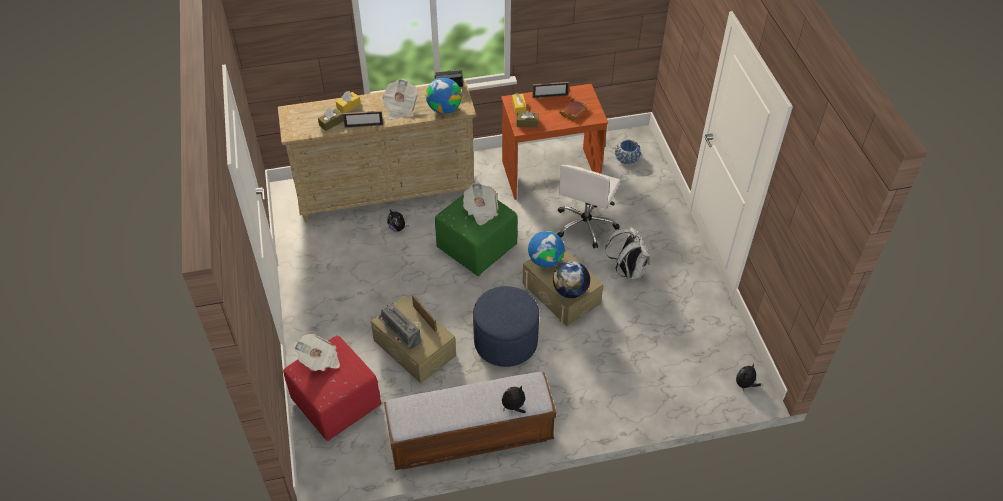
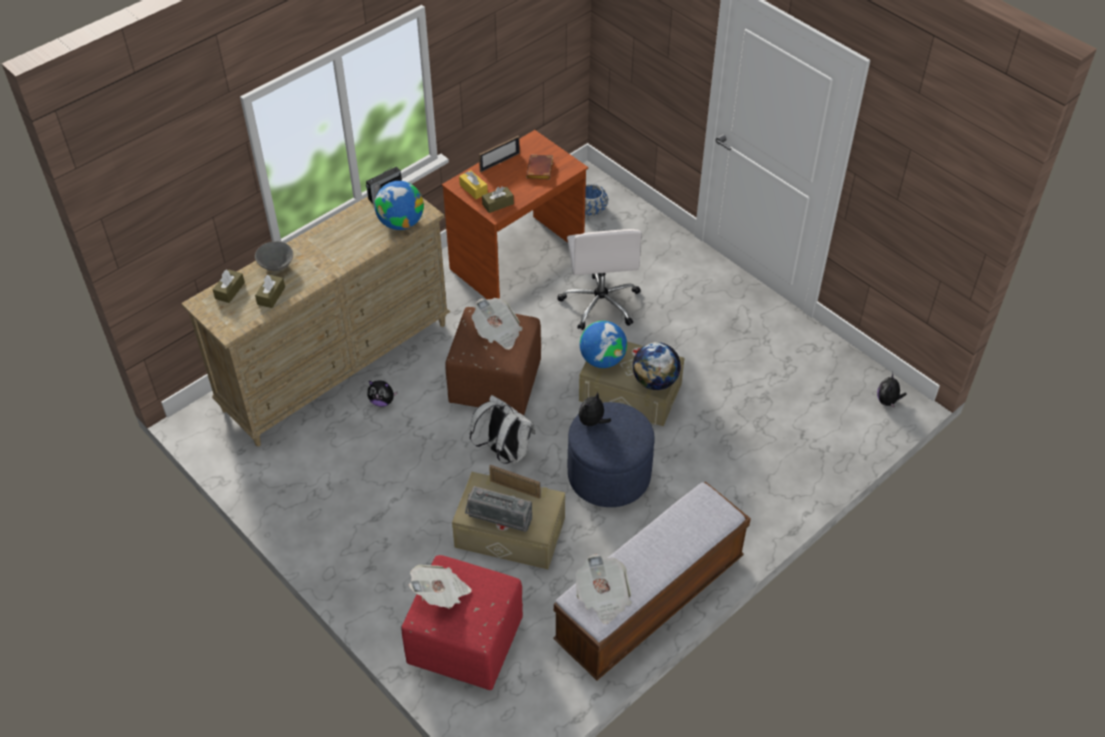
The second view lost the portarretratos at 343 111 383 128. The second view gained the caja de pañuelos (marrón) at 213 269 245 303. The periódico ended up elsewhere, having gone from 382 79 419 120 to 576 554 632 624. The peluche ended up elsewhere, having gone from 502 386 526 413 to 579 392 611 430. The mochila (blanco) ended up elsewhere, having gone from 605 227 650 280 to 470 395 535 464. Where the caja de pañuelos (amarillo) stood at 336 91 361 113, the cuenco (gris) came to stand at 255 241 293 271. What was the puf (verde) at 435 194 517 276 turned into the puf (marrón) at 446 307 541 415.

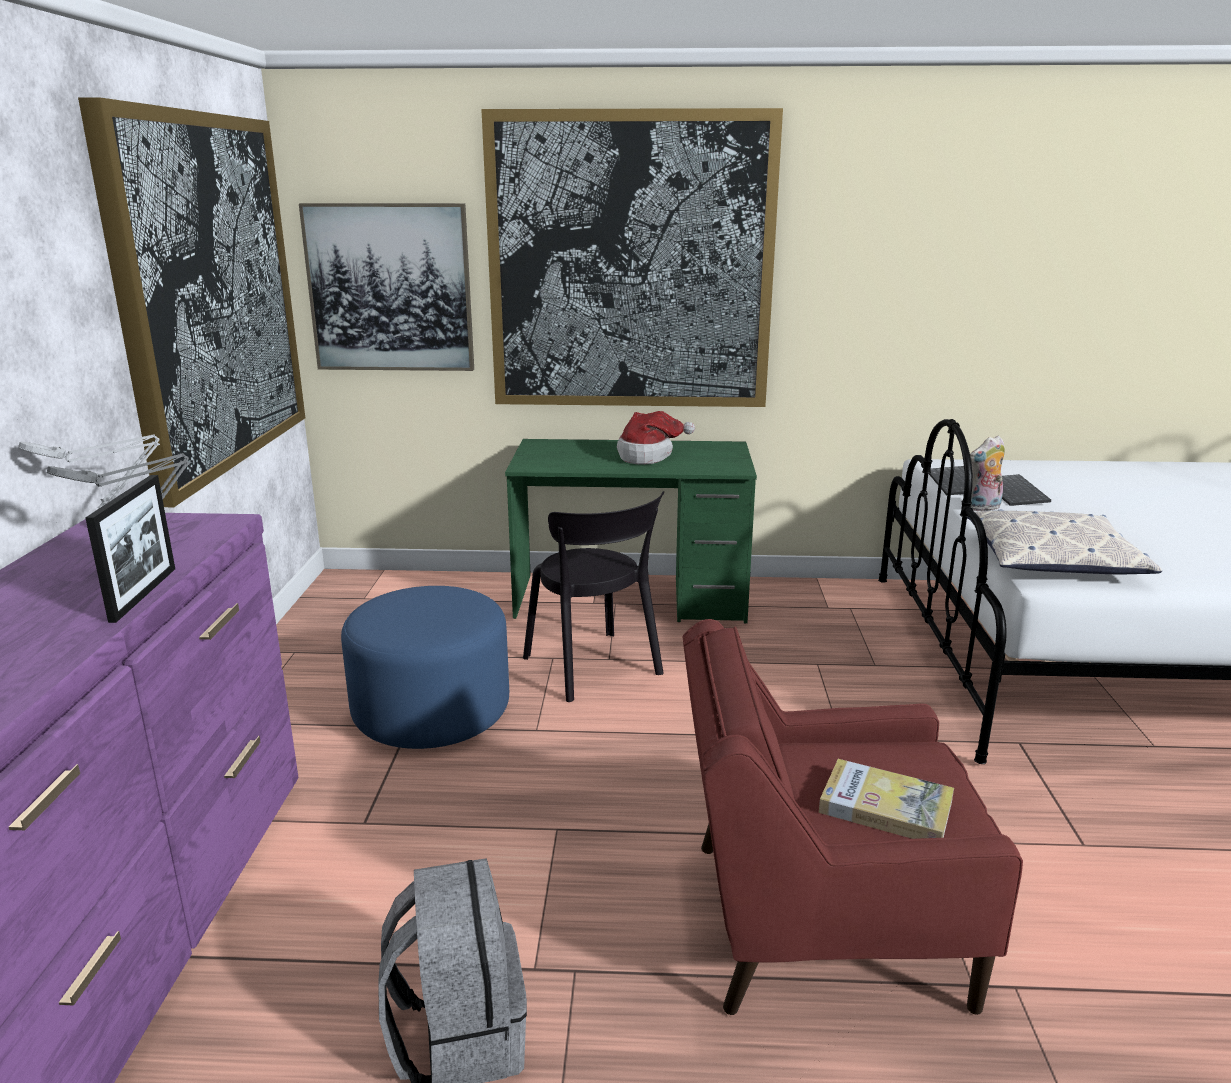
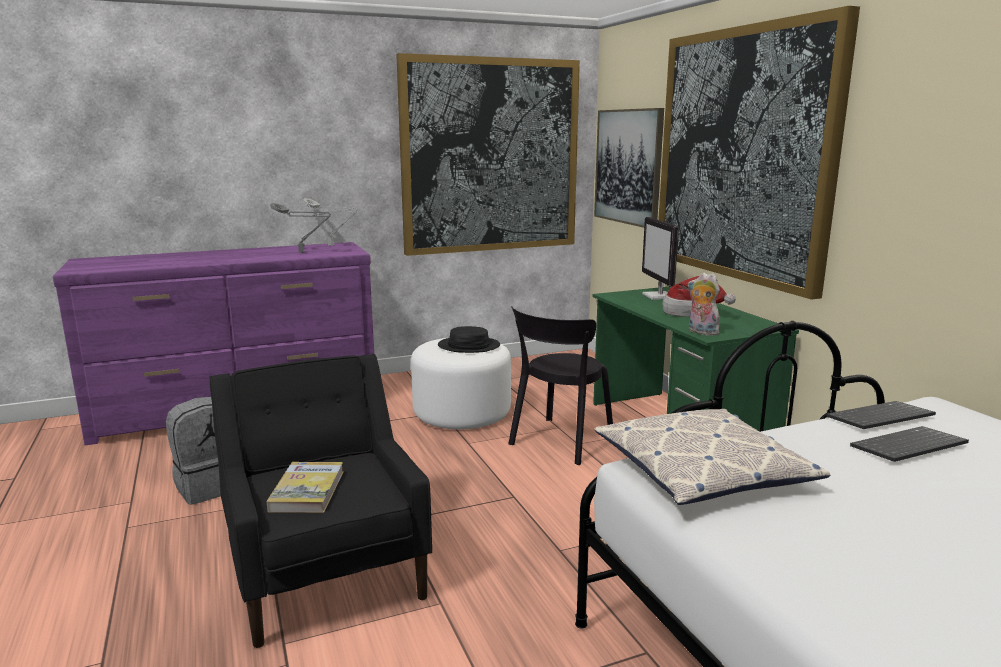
The second view lost the portarretratos at 85 475 175 623. The second view gained the sombrero (negro) at 438 326 500 353. The second view gained the monitor at 642 217 679 300. The peluche ended up elsewhere, having gone from 970 435 1005 511 to 688 273 721 336. What was the puf (azul) at 341 586 509 749 turned into the puf (blanco) at 411 338 511 429. What was the sillón (rojo) at 682 619 1023 1015 turned into the sillón (negro) at 209 354 432 648.

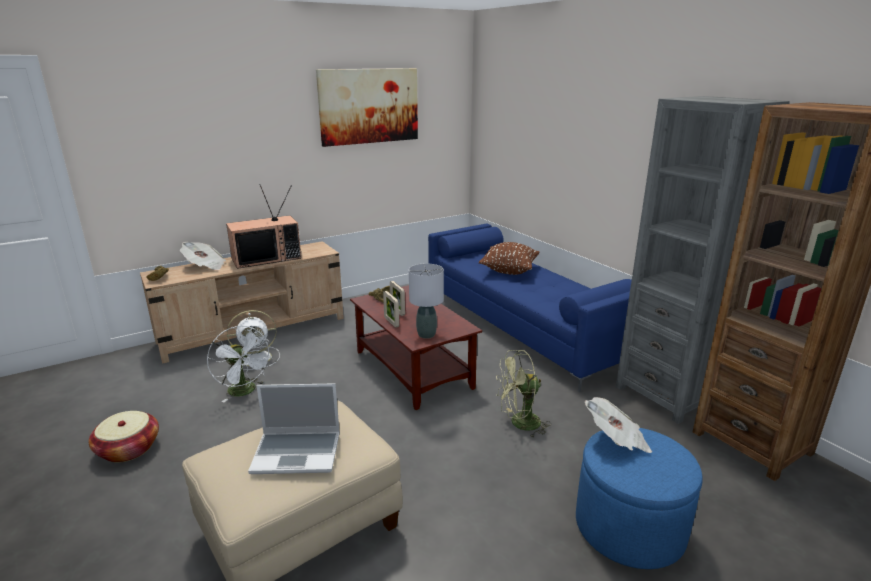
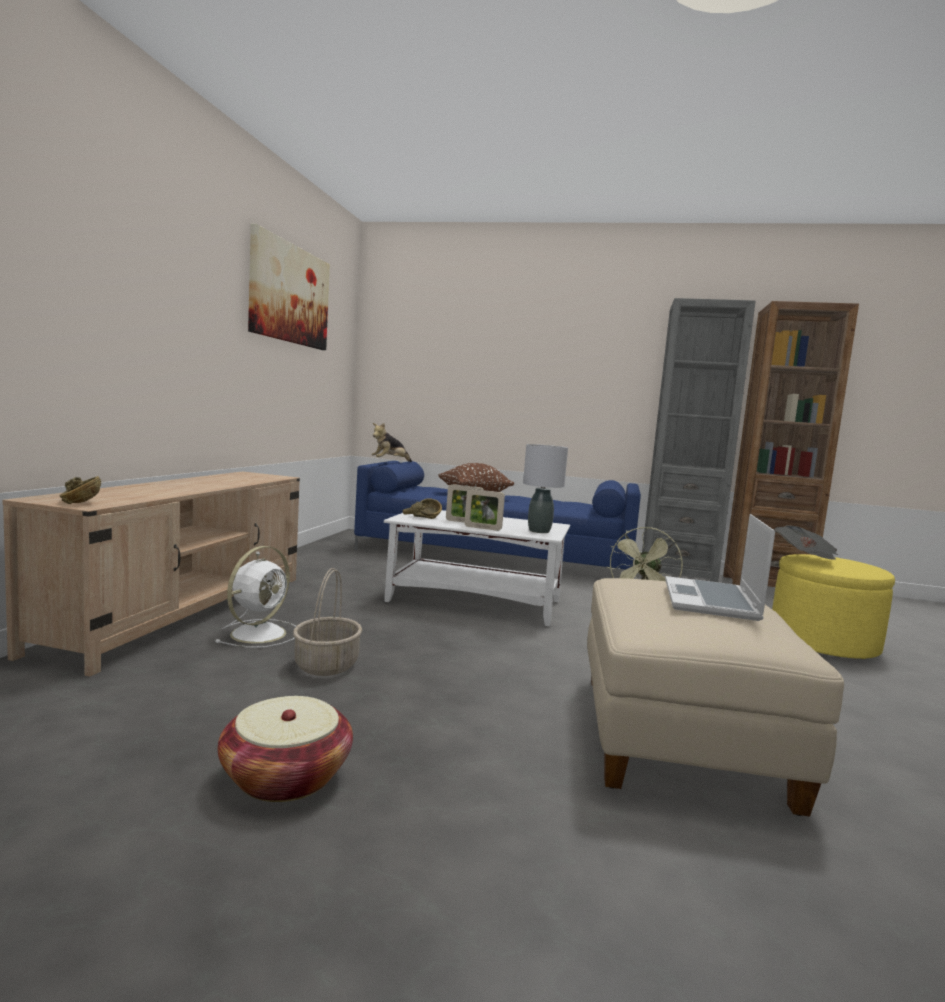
The second view lost the periódico at 180 242 226 270. The second view lost the televisor at 226 184 301 269. The second view gained the peluche at 371 423 412 462. Where the ventilador (blanco) stood at 207 326 273 402, the cesta came to stand at 293 568 362 676. What was the mesa de centro (marrón) at 350 285 482 410 turned into the mesa de centro (blanco) at 384 510 570 627. What was the puf (azul) at 576 428 703 569 turned into the puf (amarillo) at 772 554 895 659. The portátil at 248 383 340 474 ended up facing another way, 150 degrees clockwise from before.

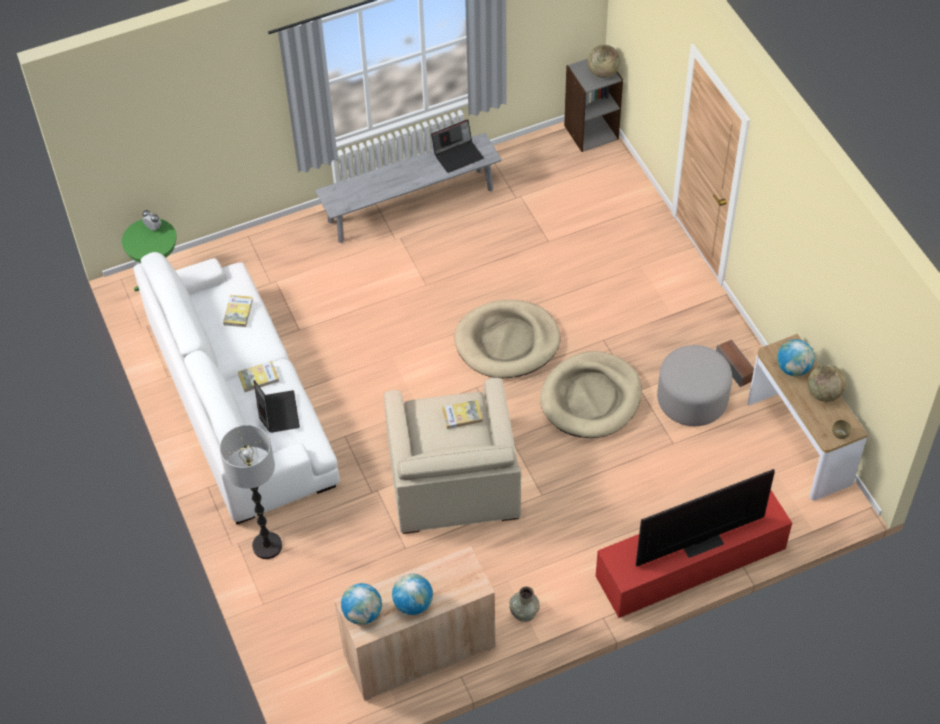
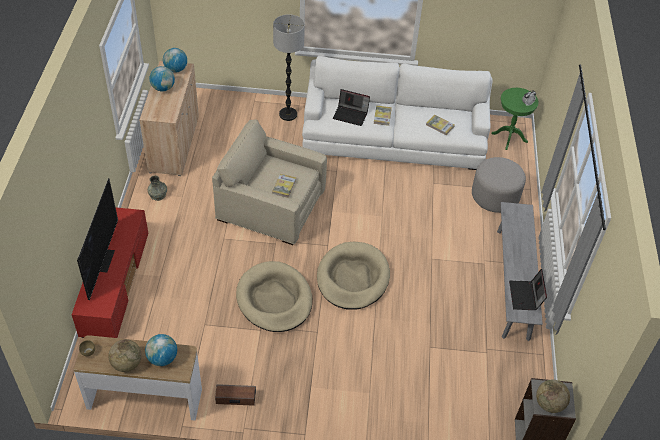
The puf (gris) ended up elsewhere, having gone from 657 345 732 426 to 472 157 526 213.

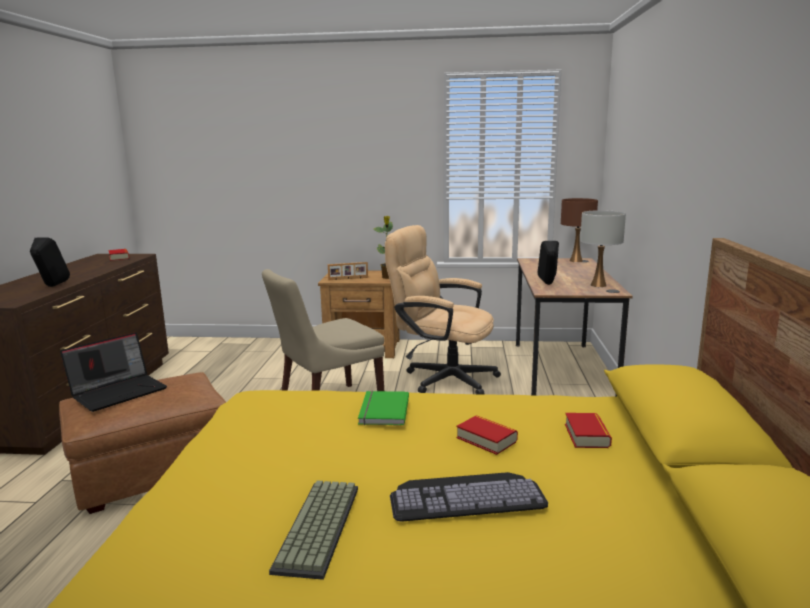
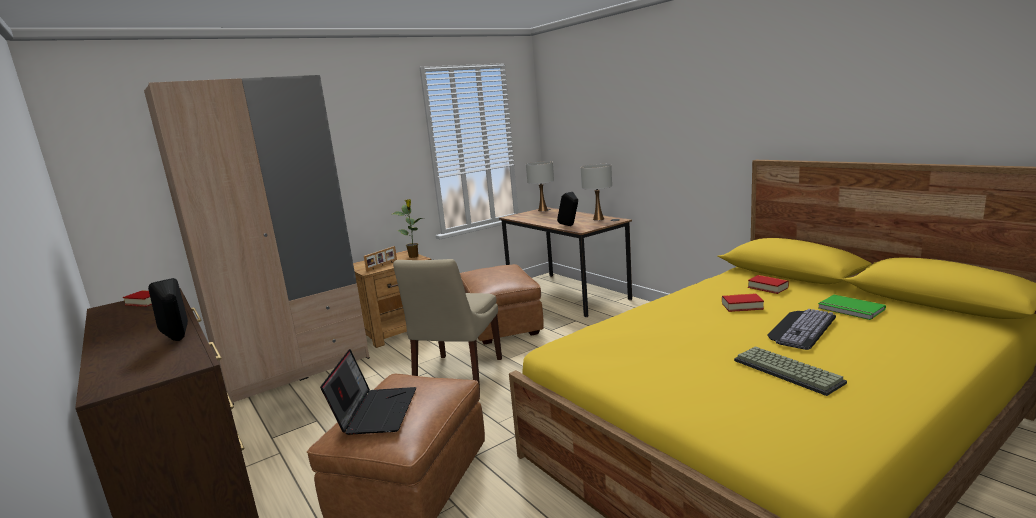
The second view gained the armario ropero (beis) at 144 75 370 405. The libro (verde) ended up elsewhere, having gone from 358 391 409 425 to 818 295 886 320. Where the silla de oficina (beis) stood at 385 225 501 394, the puf (marrón) came to stand at 460 264 544 345. What was the lámpara de mesa (marrón) at 561 198 598 262 turned into the lámpara de mesa (blanco) at 526 161 554 212.

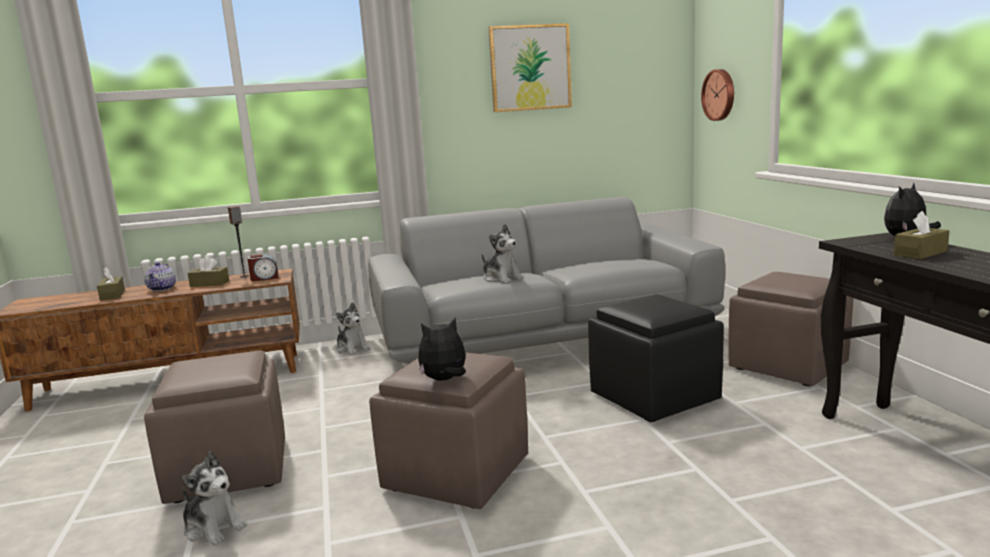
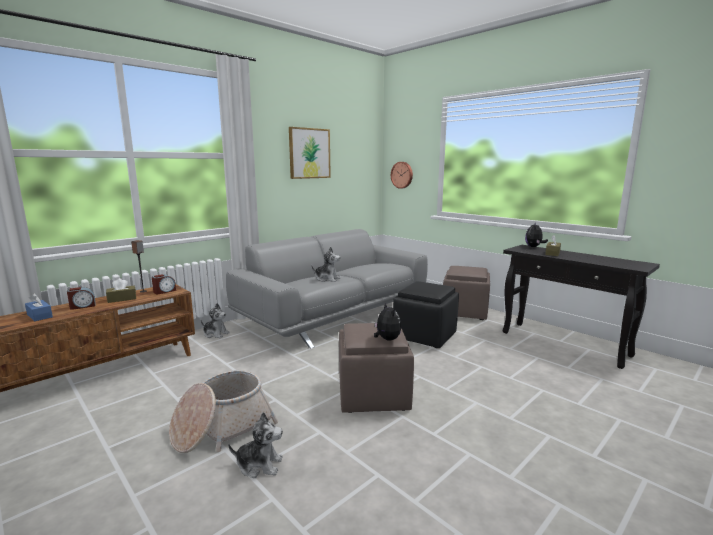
Where the puf (marrón) stood at 144 351 285 504, the cesta came to stand at 169 370 278 453. Where the tetera stood at 145 262 176 291, the despertador came to stand at 67 287 96 310. What was the caja de pañuelos (marrón) at 97 267 125 301 turned into the caja de pañuelos (azul) at 25 293 53 321. The peluche at 418 317 466 381 ended up facing another way, 120 degrees clockwise from before.

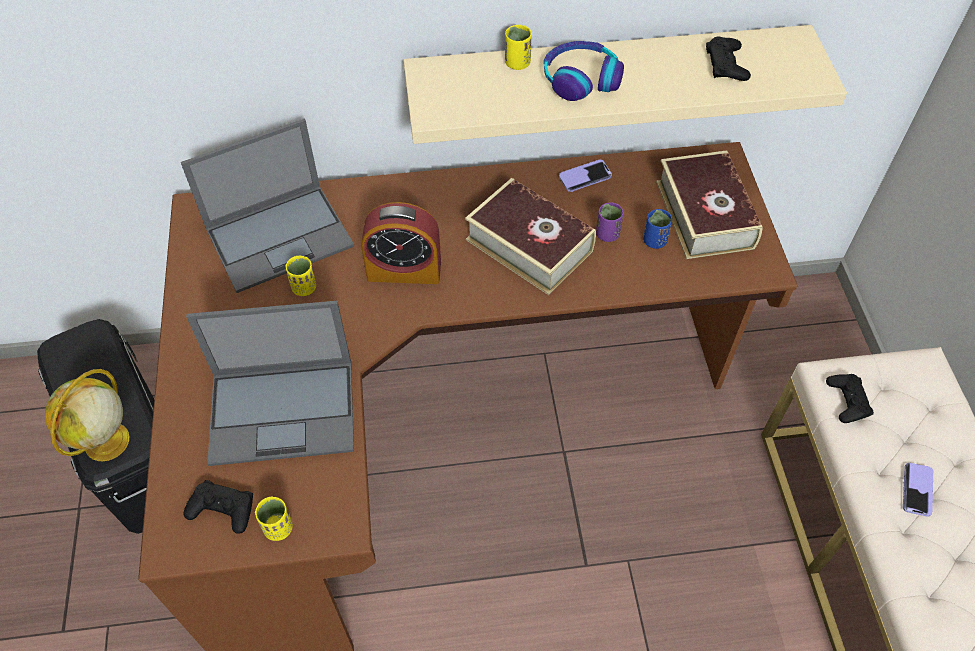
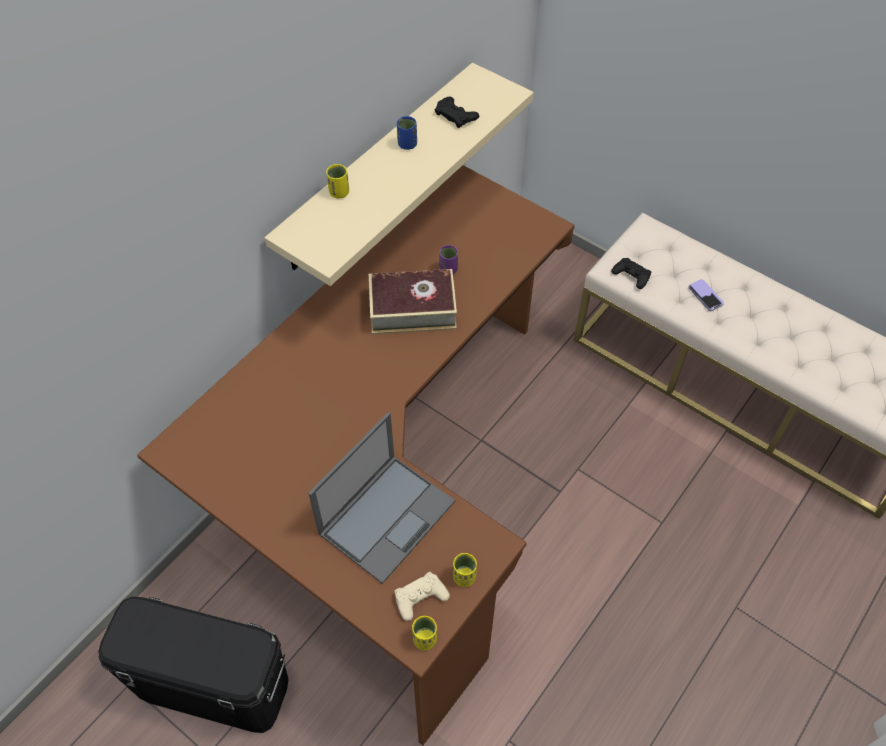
The second view lost the globo terráqueo at 45 369 129 461. The second view lost the portátil at 181 119 354 293. The second view lost the despertador at 362 202 441 284. The second view lost the auriculares at 544 41 624 101. The second view lost the móvil at 559 160 612 192. The second view lost the libro at 656 150 763 259. The taza (amarillo) ended up elsewhere, having gone from 285 256 316 296 to 412 616 437 650. The taza (azul) ended up elsewhere, having gone from 643 209 672 249 to 397 116 417 150. What was the mando de consola (negro) at 184 480 253 534 turned into the mando de consola (beis) at 394 572 450 621.

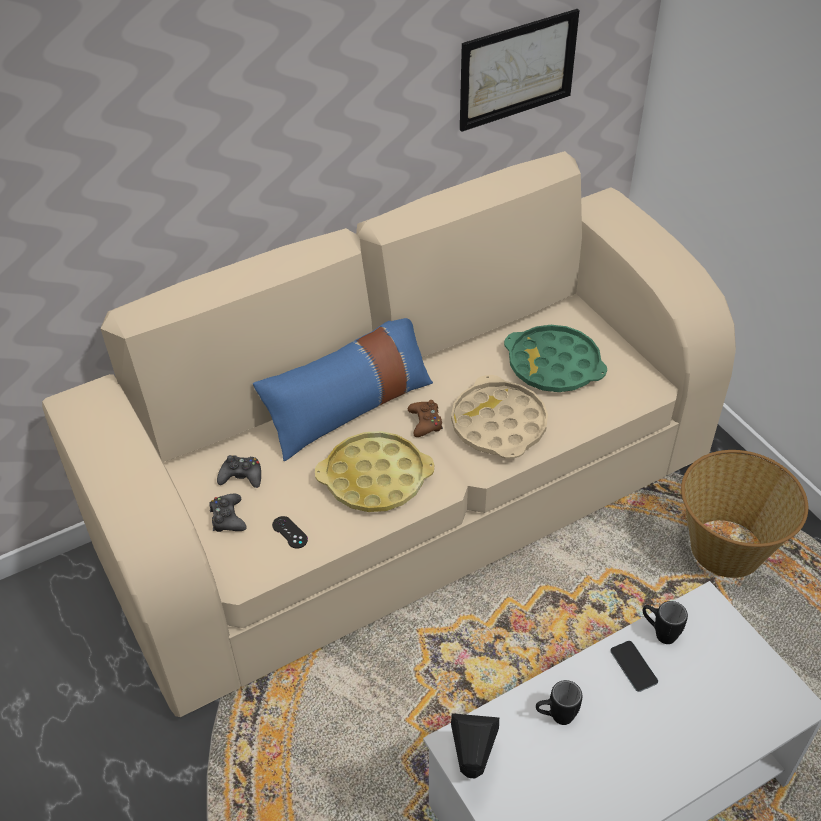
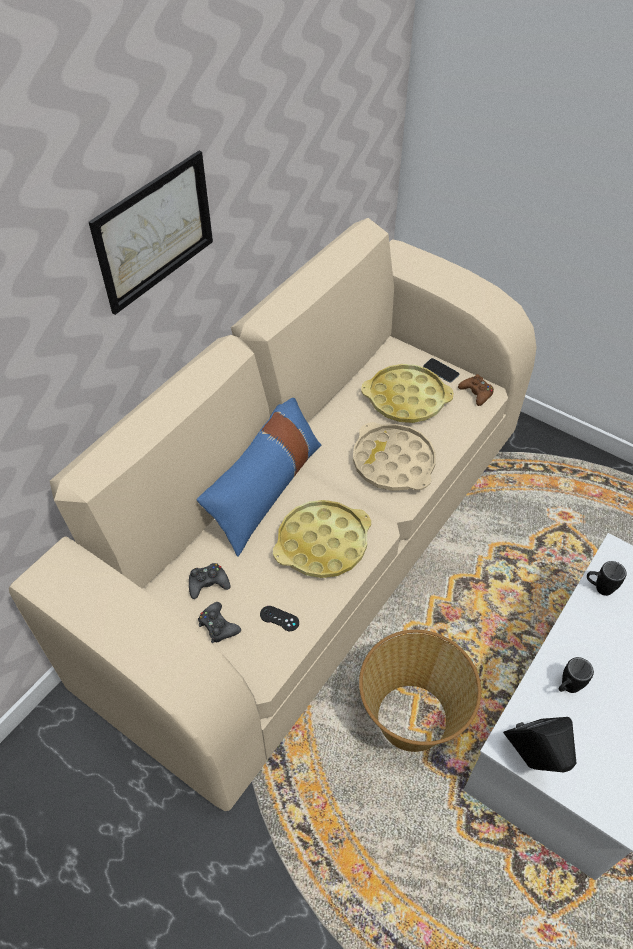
The mando de consola (marrón) ended up elsewhere, having gone from 408 400 443 437 to 458 374 494 406. The cuadro ended up elsewhere, having gone from 460 9 580 132 to 89 151 213 315. The móvil ended up elsewhere, having gone from 610 641 658 692 to 423 358 459 383. The cesta ended up elsewhere, having gone from 681 450 808 578 to 359 630 481 752. What was the bandeja (verde) at 504 325 607 392 turned into the bandeja (amarillo) at 361 364 454 423.

